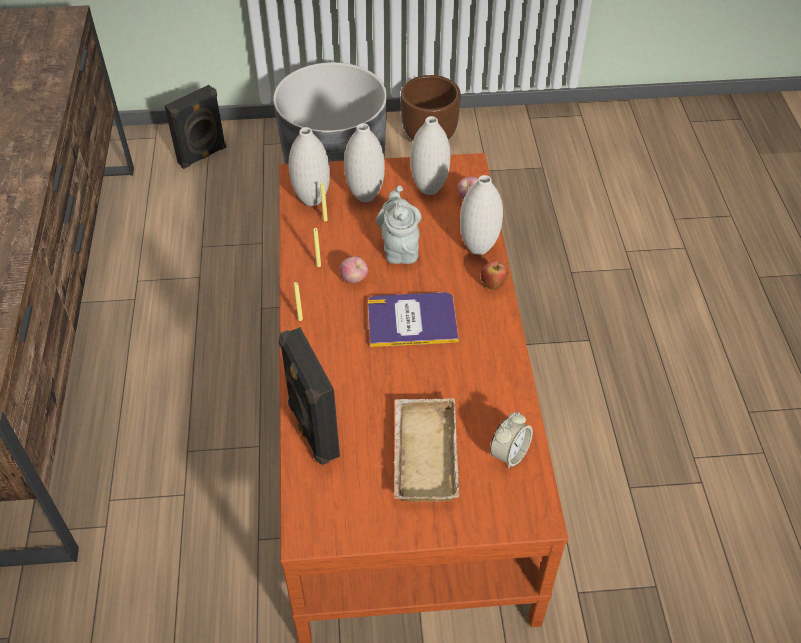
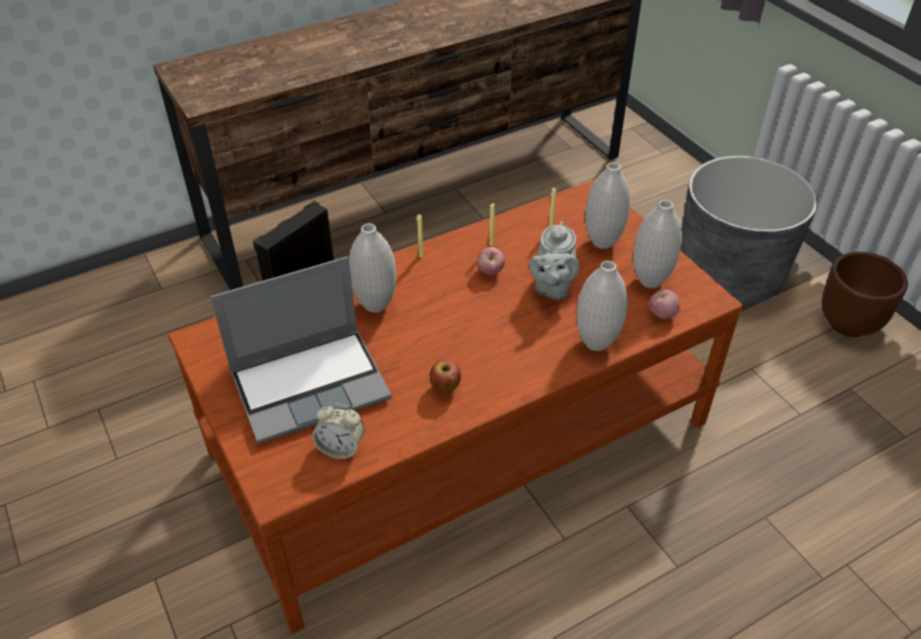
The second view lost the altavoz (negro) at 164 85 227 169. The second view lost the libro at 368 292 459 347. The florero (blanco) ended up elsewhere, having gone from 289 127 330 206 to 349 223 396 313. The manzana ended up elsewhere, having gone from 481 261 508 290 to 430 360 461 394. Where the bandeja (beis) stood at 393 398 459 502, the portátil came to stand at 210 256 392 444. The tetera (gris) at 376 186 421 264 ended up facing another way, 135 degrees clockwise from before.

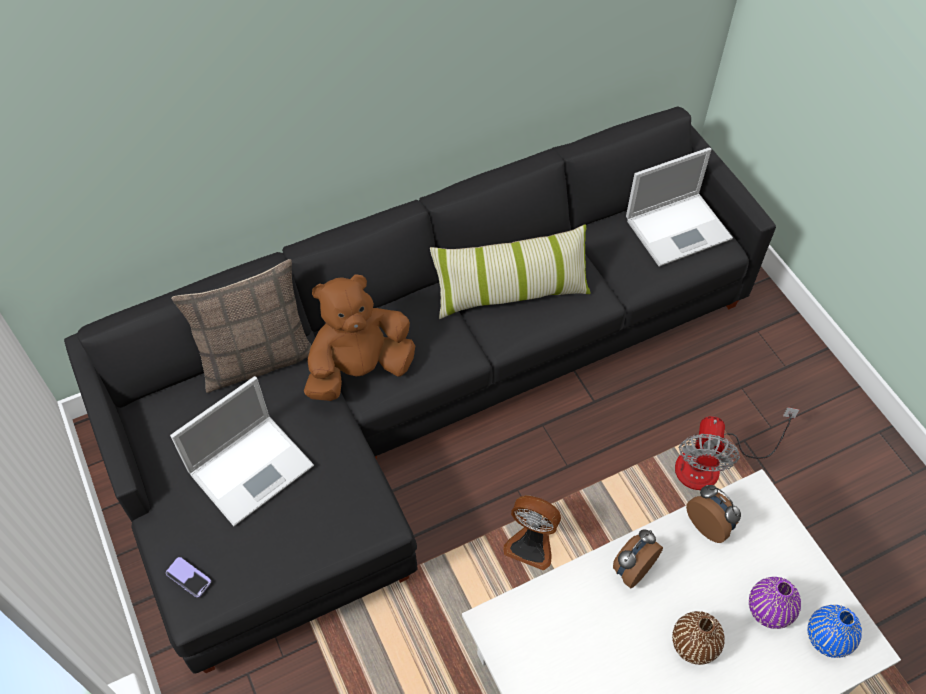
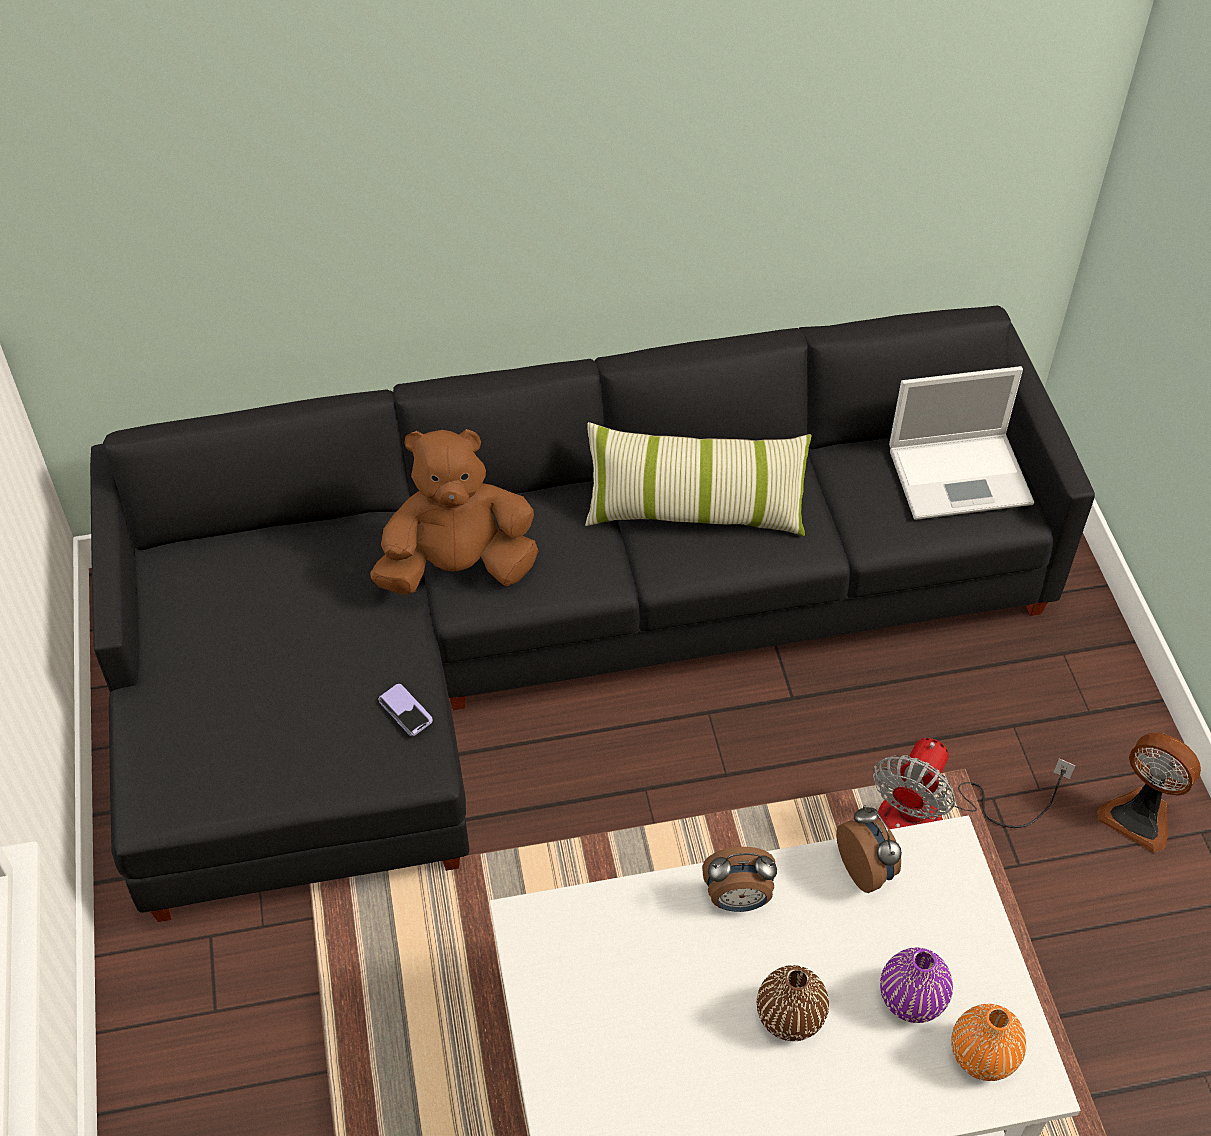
The second view lost the portátil at 170 376 314 526. The second view lost the cojín at 171 259 311 393. The móvil ended up elsewhere, having gone from 166 557 211 598 to 378 684 433 736. The ventilador ended up elsewhere, having gone from 503 495 561 571 to 1098 733 1201 853. What was the florero (azul) at 807 605 862 658 turned into the florero (naranja) at 951 1004 1026 1081. The despertador at 613 529 663 588 ended up facing another way, 150 degrees counterclockwise from before.

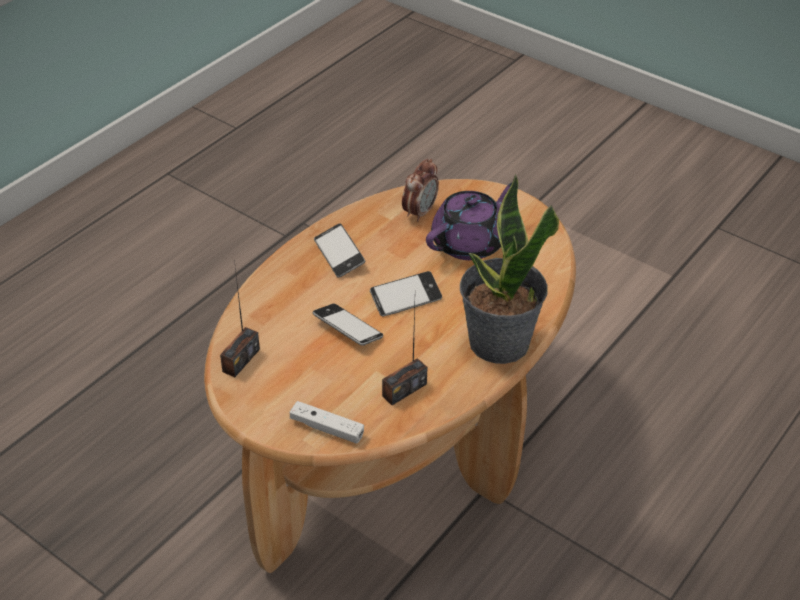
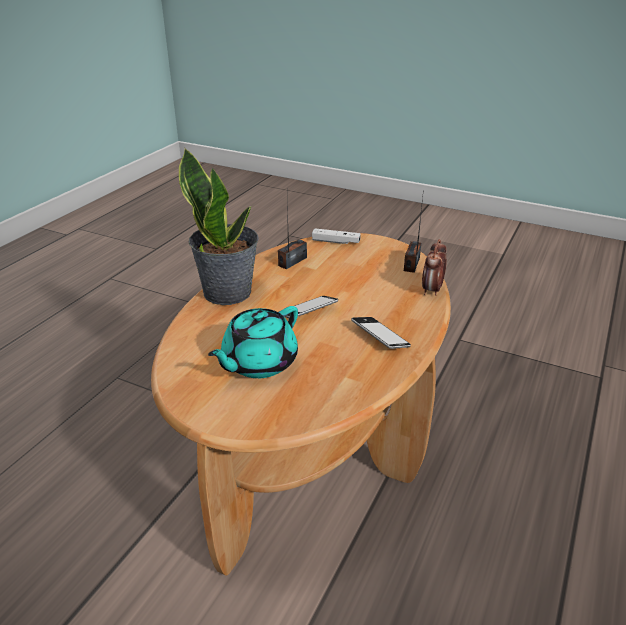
The second view lost the móvil at 313 304 383 346. The despertador ended up elsewhere, having gone from 402 159 439 222 to 422 239 447 296. What was the tetera (morado) at 426 183 512 260 turned into the tetera (turquesa) at 208 306 298 378.

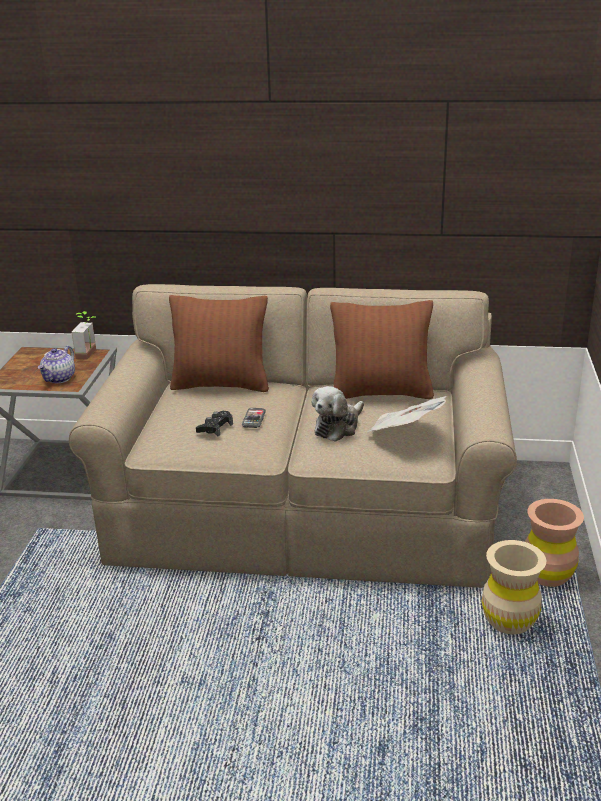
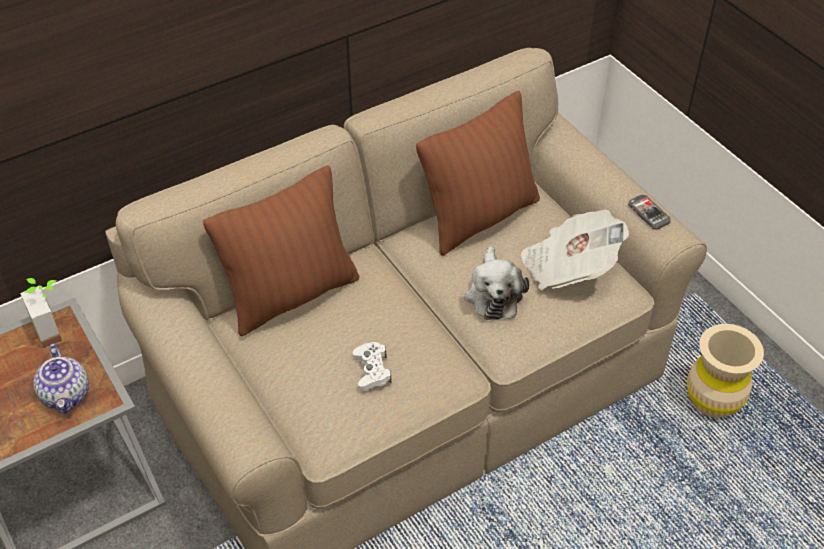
The second view lost the florero (marrón) at 525 499 584 587. The móvil ended up elsewhere, having gone from 242 408 266 428 to 628 195 671 229. What was the mando de consola (negro) at 196 411 233 437 turned into the mando de consola (blanco) at 353 342 392 391.

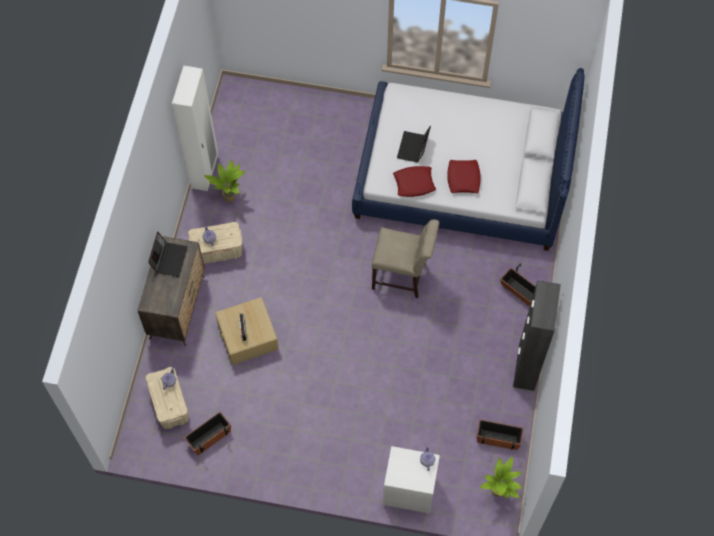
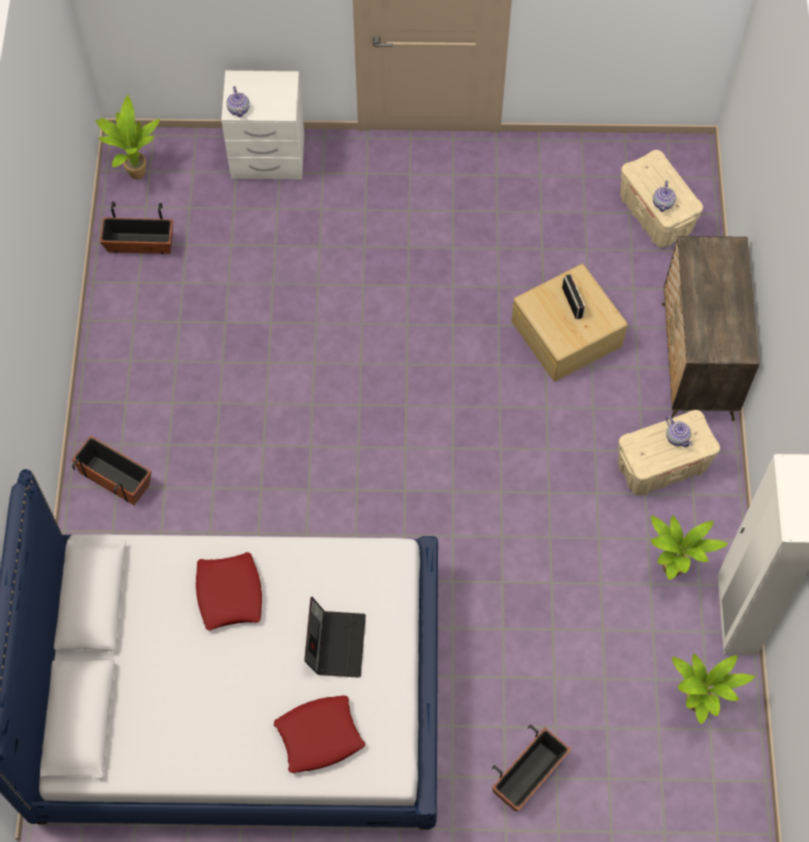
The second view lost the portátil at 148 232 188 277. The second view lost the silla (beis) at 372 219 439 298. The second view lost the armario (negro) at 513 280 561 391. The second view gained the planta en maceta at 672 653 755 724. The maceta ended up elsewhere, having gone from 184 412 231 455 to 492 724 571 811. The cojín (rojo) ended up elsewhere, having gone from 393 166 436 197 to 274 696 365 773.

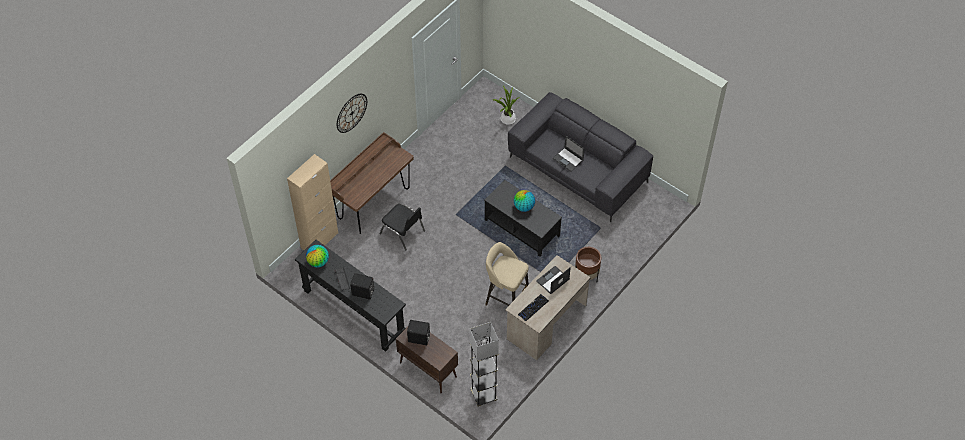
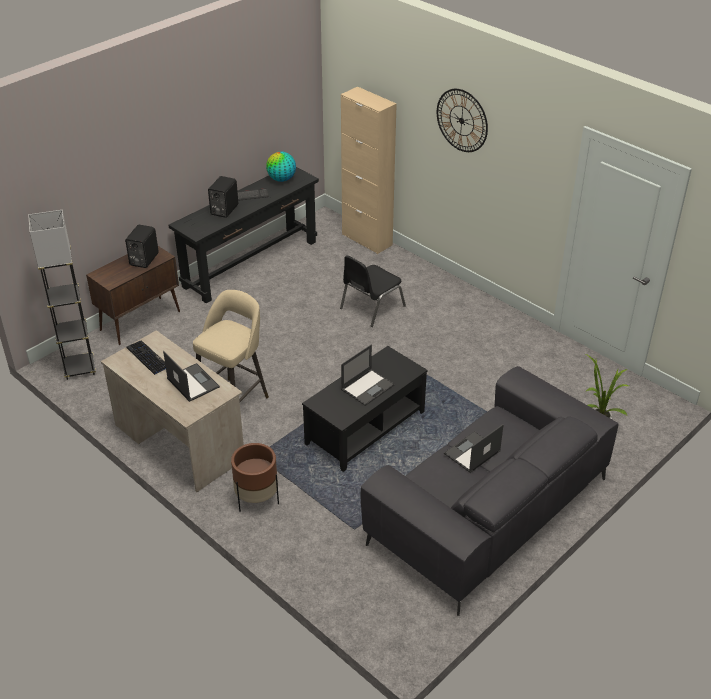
The second view lost the escritorio (marrón) at 330 132 414 234. Where the globo terráqueo stood at 514 190 535 212, the portátil came to stand at 341 345 395 406.

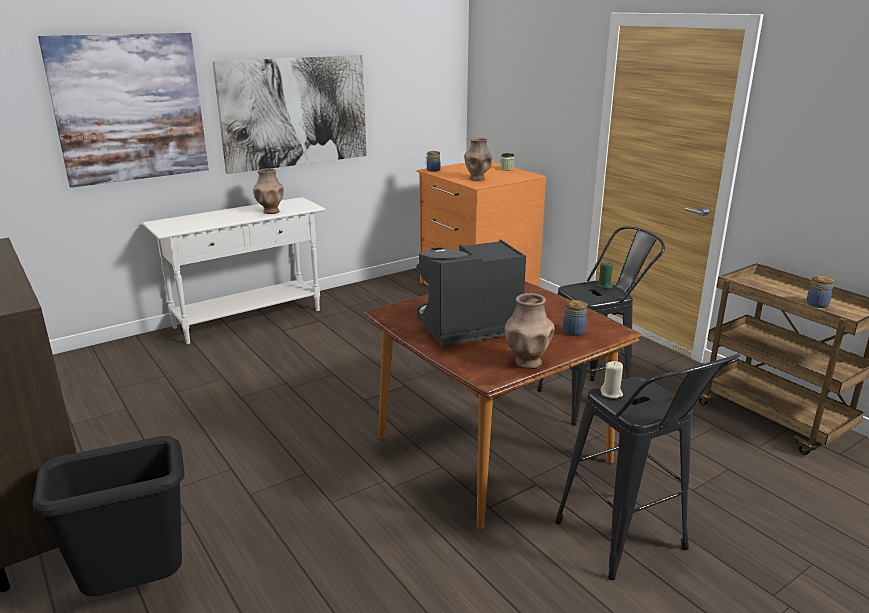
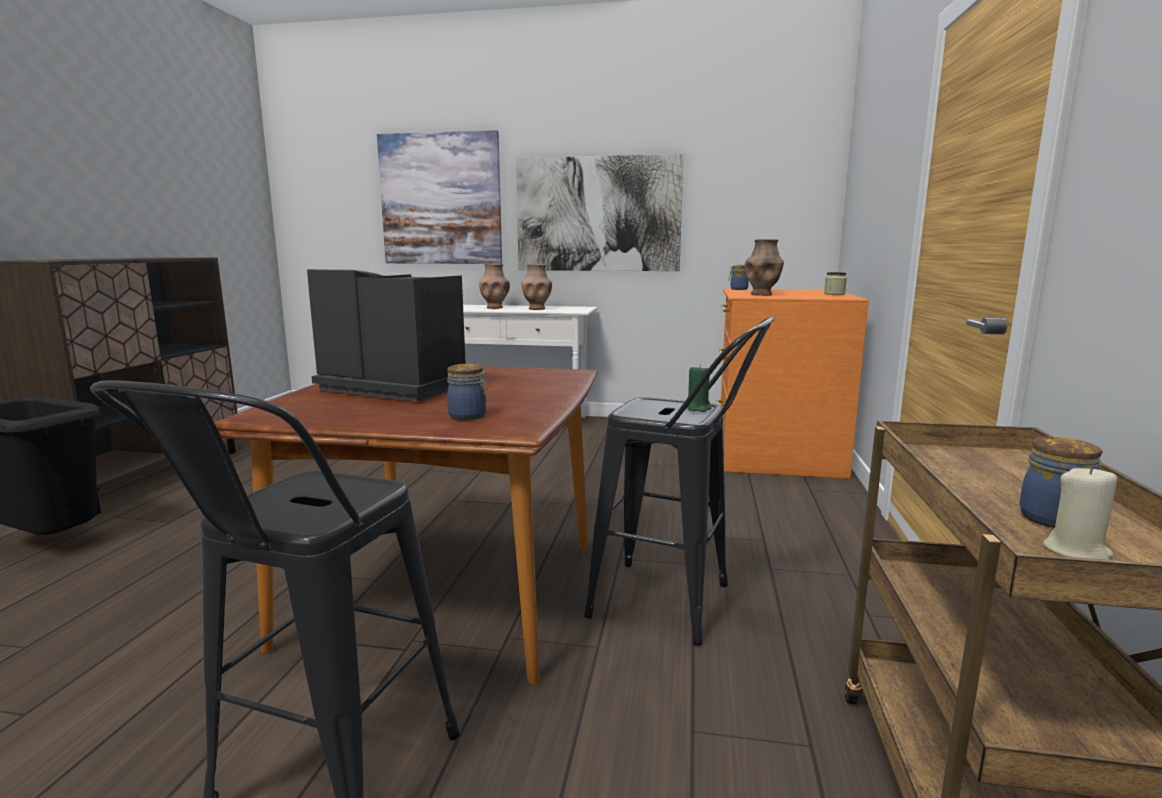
The florero (marrón) ended up elsewhere, having gone from 505 293 555 369 to 479 264 510 309. The vela (beis) ended up elsewhere, having gone from 600 361 623 398 to 1043 465 1117 560.

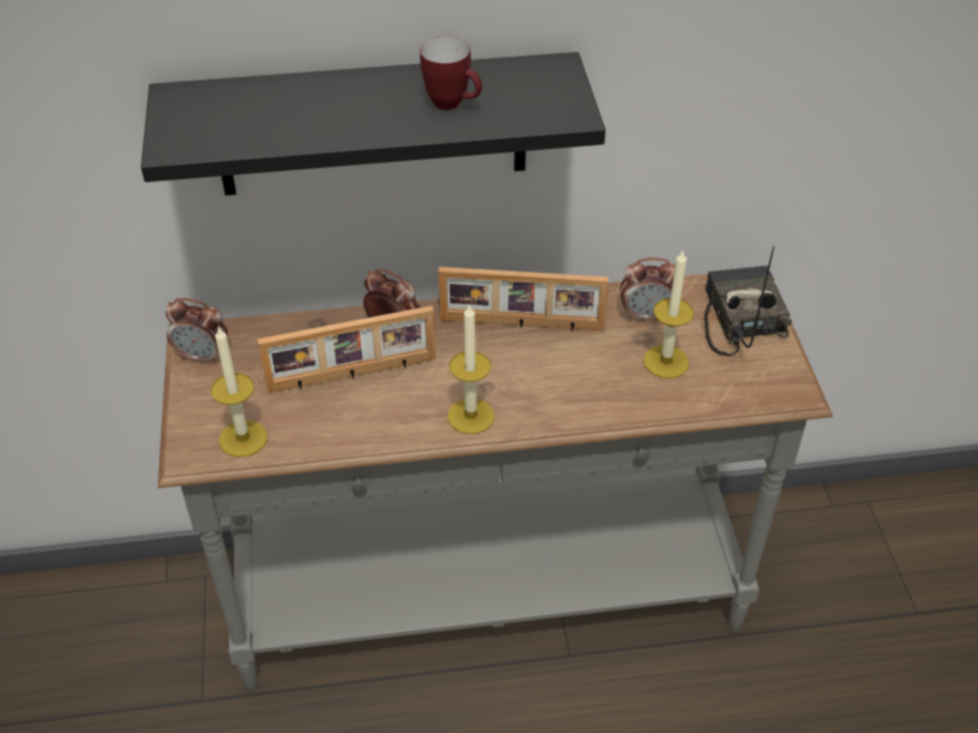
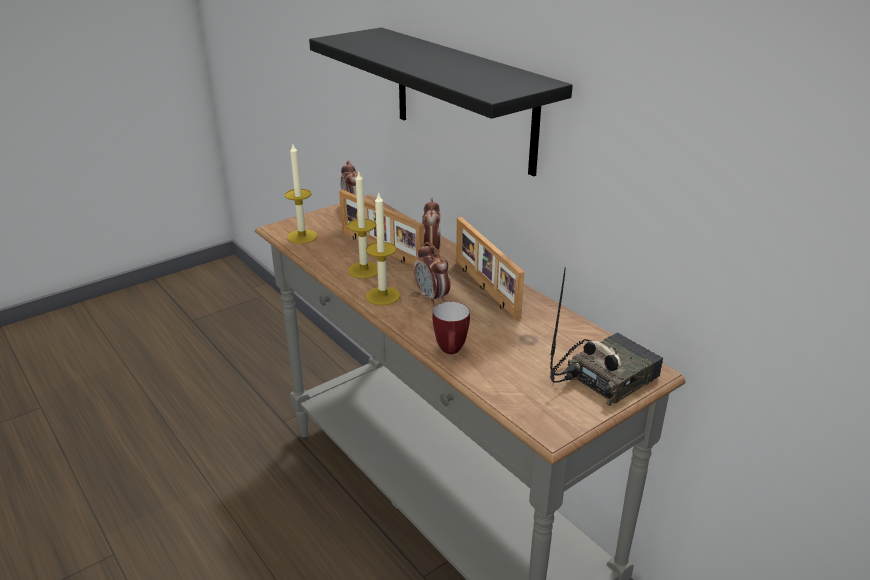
The taza grande ended up elsewhere, having gone from 420 36 482 110 to 433 302 470 354. The despertador ended up elsewhere, having gone from 620 257 675 321 to 414 242 451 306. The vela ended up elsewhere, having gone from 643 250 694 379 to 347 170 378 278.

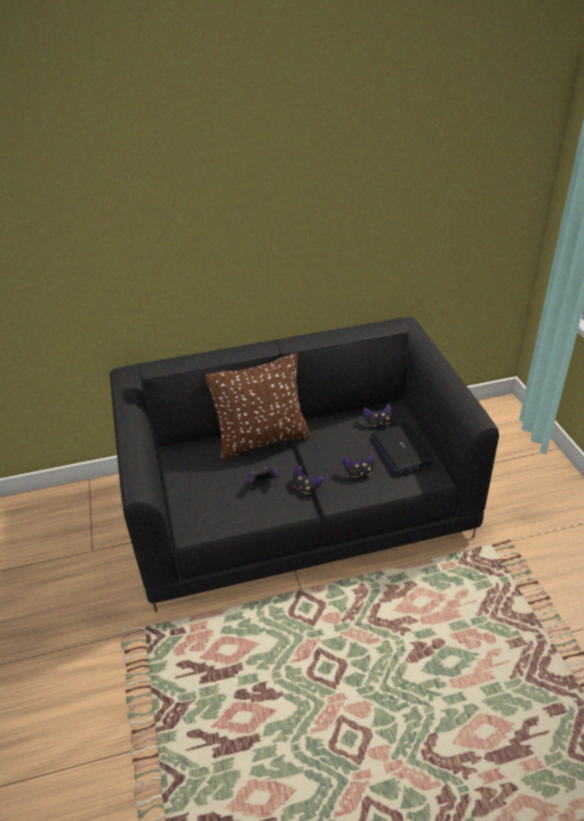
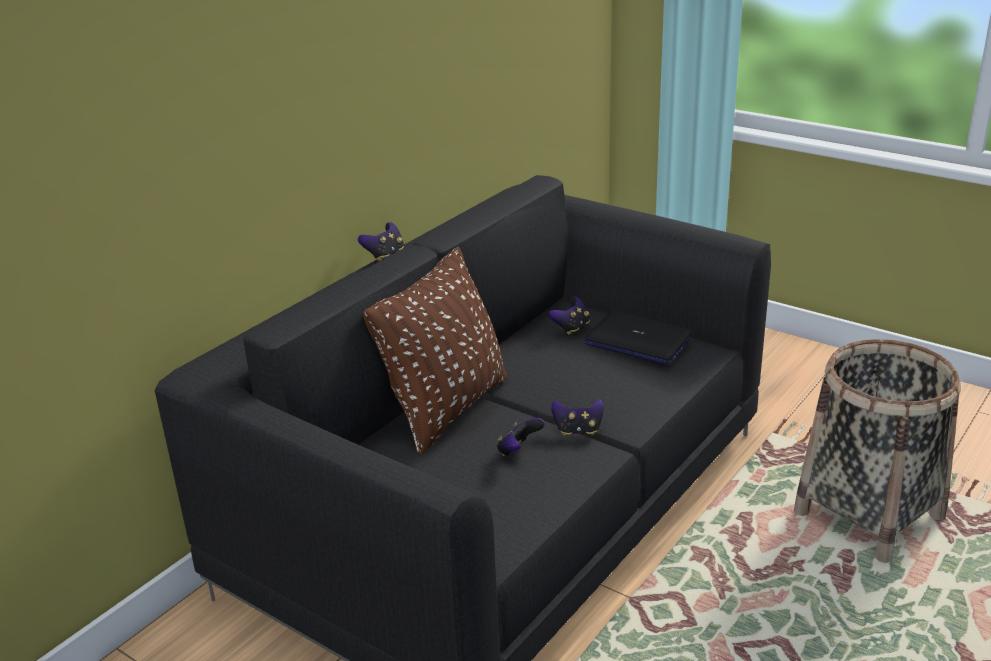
The second view gained the cesta at 794 339 961 563. The mando de consola ended up elsewhere, having gone from 343 453 374 477 to 358 222 404 261.

